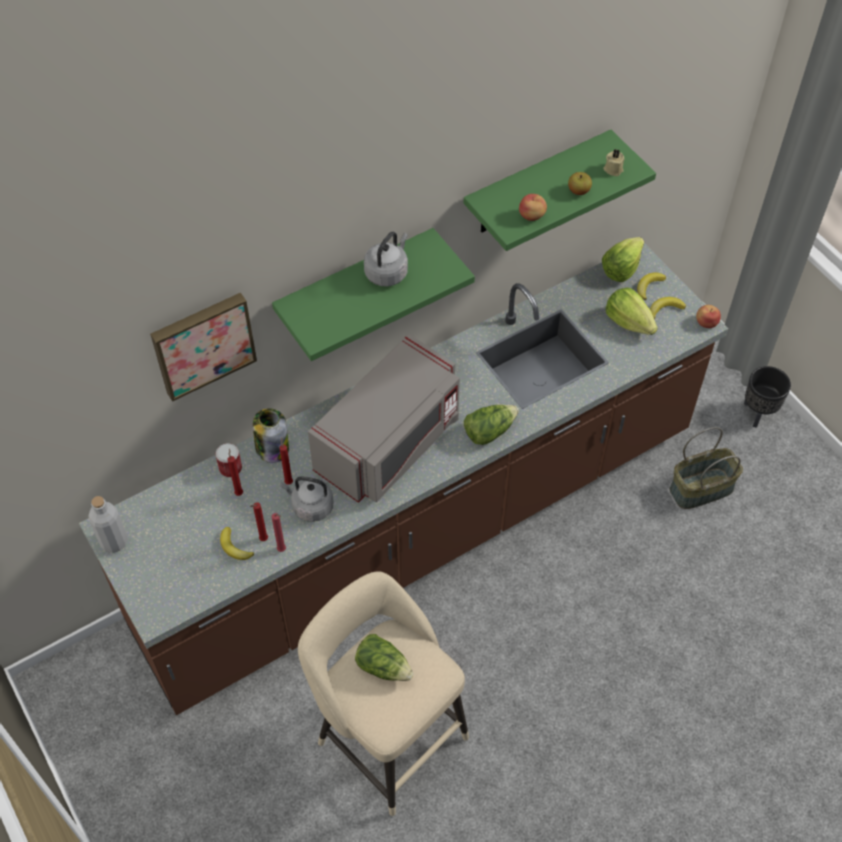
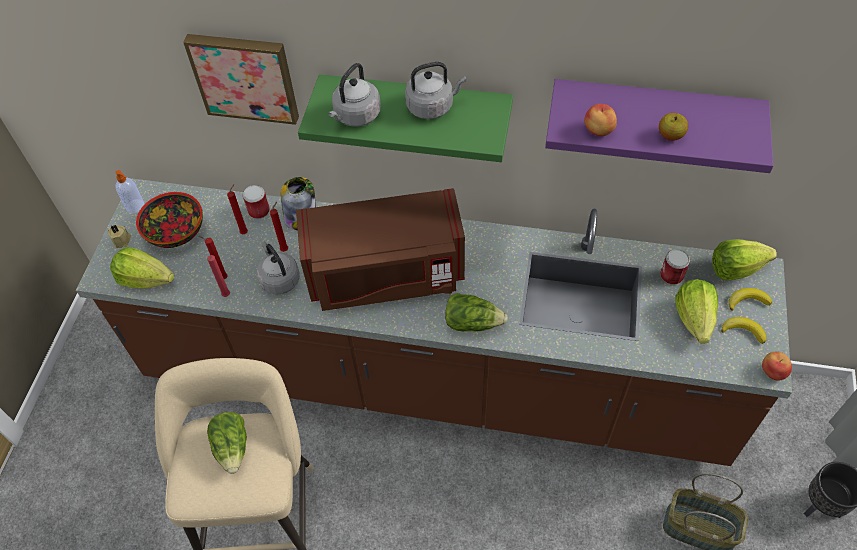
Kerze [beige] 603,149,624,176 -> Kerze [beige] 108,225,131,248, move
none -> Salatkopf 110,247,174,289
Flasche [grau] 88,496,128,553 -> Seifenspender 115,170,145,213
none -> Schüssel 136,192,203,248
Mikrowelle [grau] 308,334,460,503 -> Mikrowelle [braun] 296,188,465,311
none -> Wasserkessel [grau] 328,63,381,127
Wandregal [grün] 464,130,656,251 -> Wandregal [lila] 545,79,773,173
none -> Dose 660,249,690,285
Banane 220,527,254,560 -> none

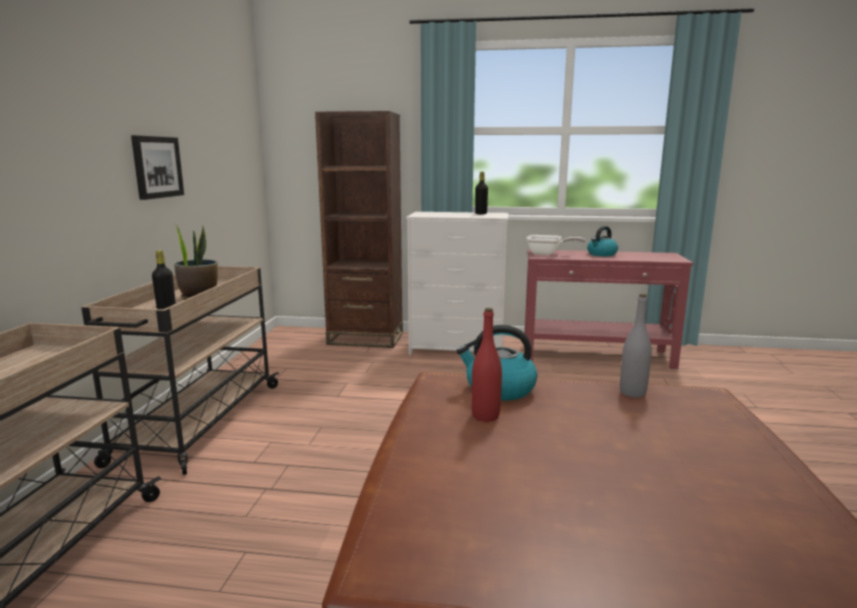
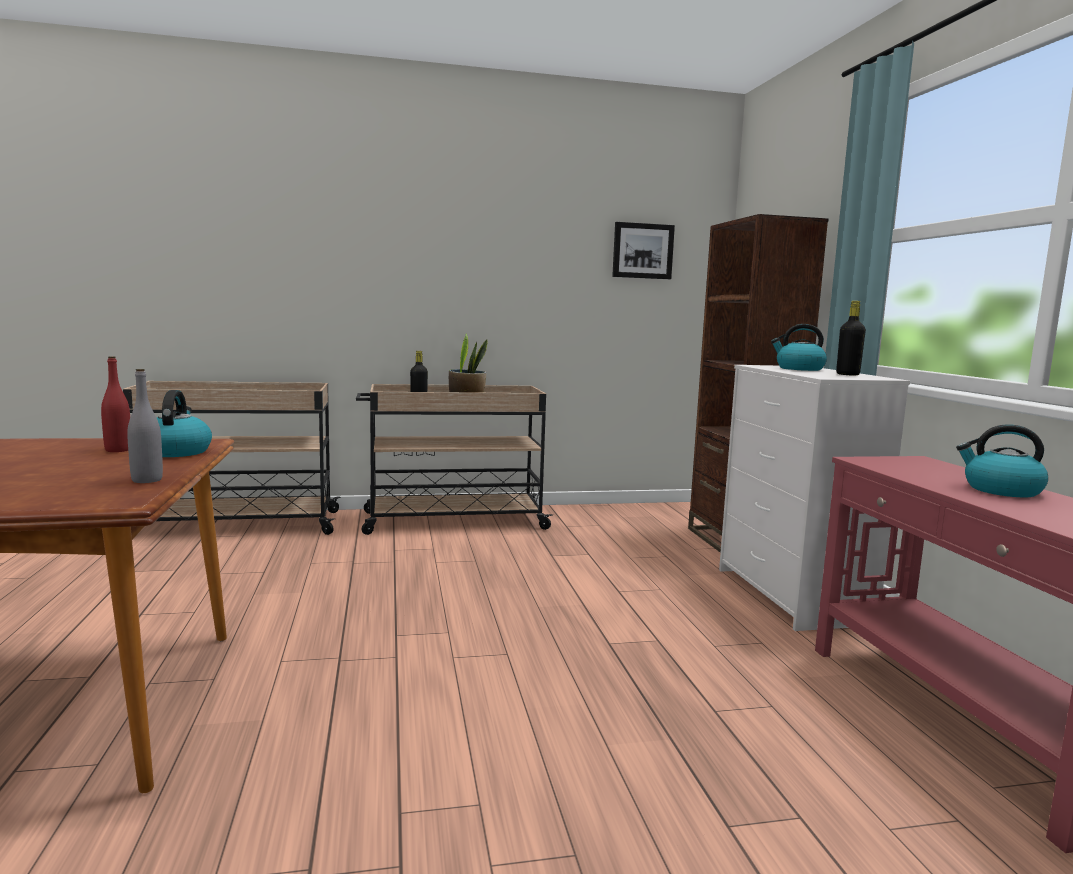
Bild 131,135,184,200 -> Bild 612,222,675,279, move
none -> Wasserkessel 771,324,827,371
Pfanne 527,235,585,255 -> none

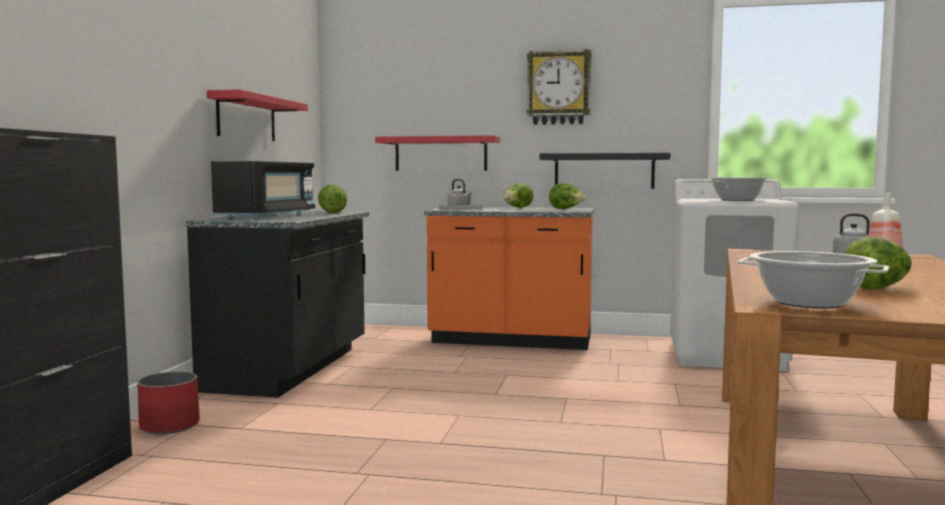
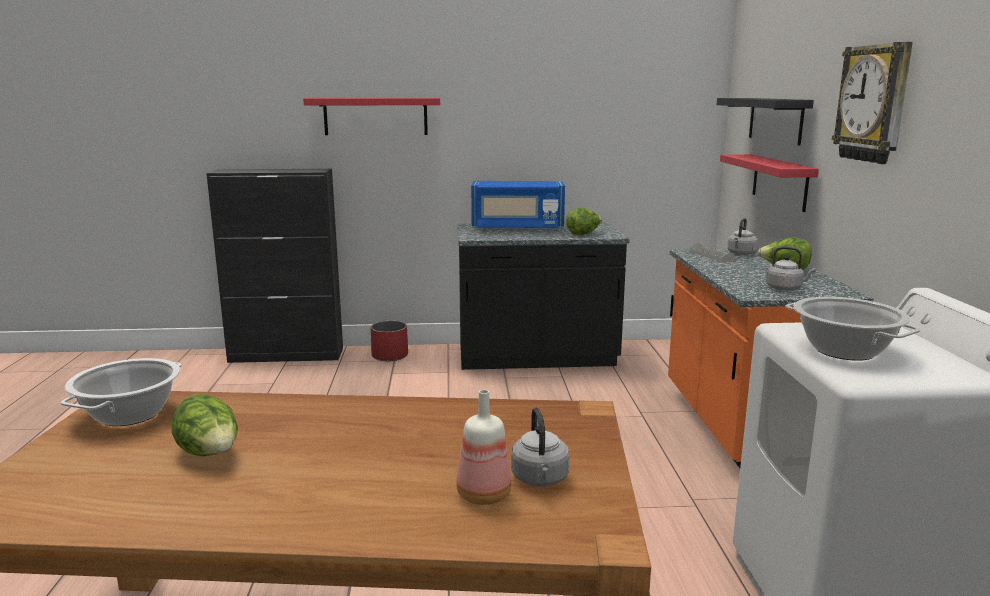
Wandregal [rot] 207,89,308,141 -> Wandregal [rot] 303,98,440,135, move
Mikrowelle [schwarz] 211,161,315,219 -> Mikrowelle [blau] 471,181,565,231
Wandregal [schwarz] 539,153,670,189 -> Wandregal [schwarz] 717,98,814,146, move
Salatkopf 549,183,586,210 -> Wasserkessel [grau] 766,246,816,291

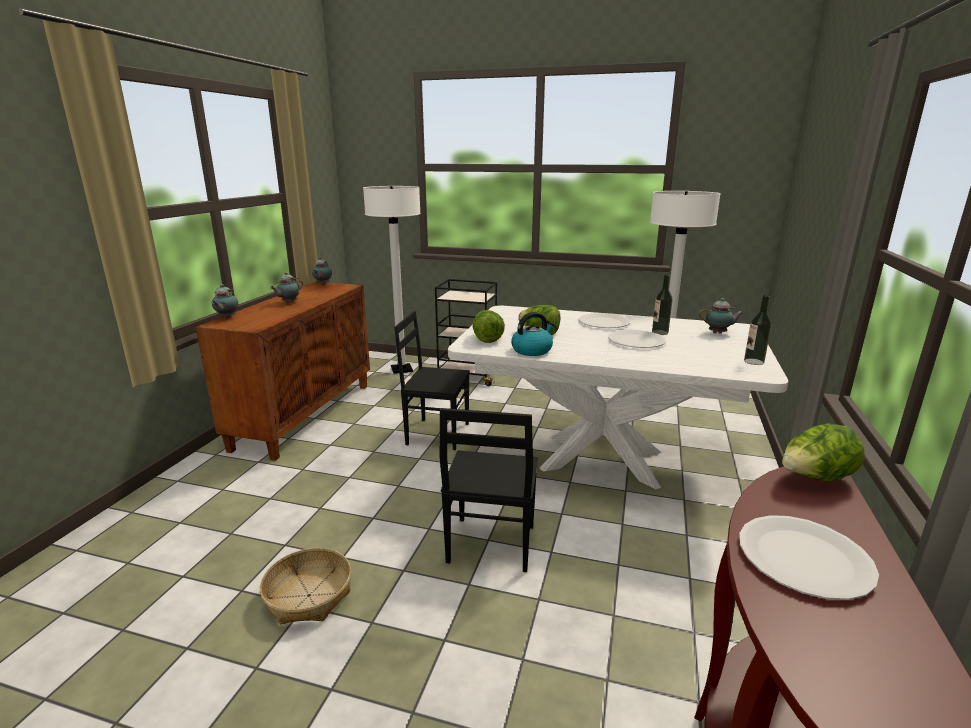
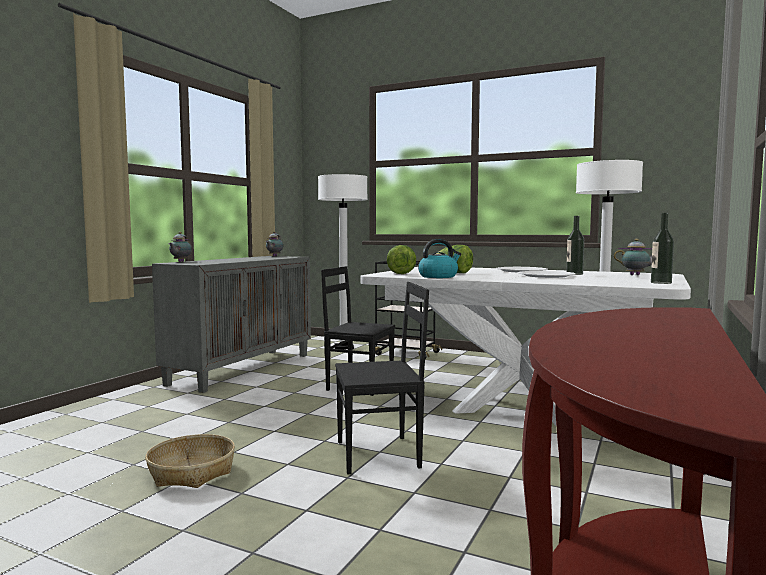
Schrank [braun] 196,282,370,461 -> Schrank [grau] 152,256,311,393
Stuhl [schwarz] 440,408,538,572 -> Stuhl [schwarz] 335,282,429,474, 120 degrees counterclockwise
Teekanne 270,272,303,303 -> none
Teller [weiß] 739,515,879,600 -> none
Salatkopf 782,423,864,481 -> none

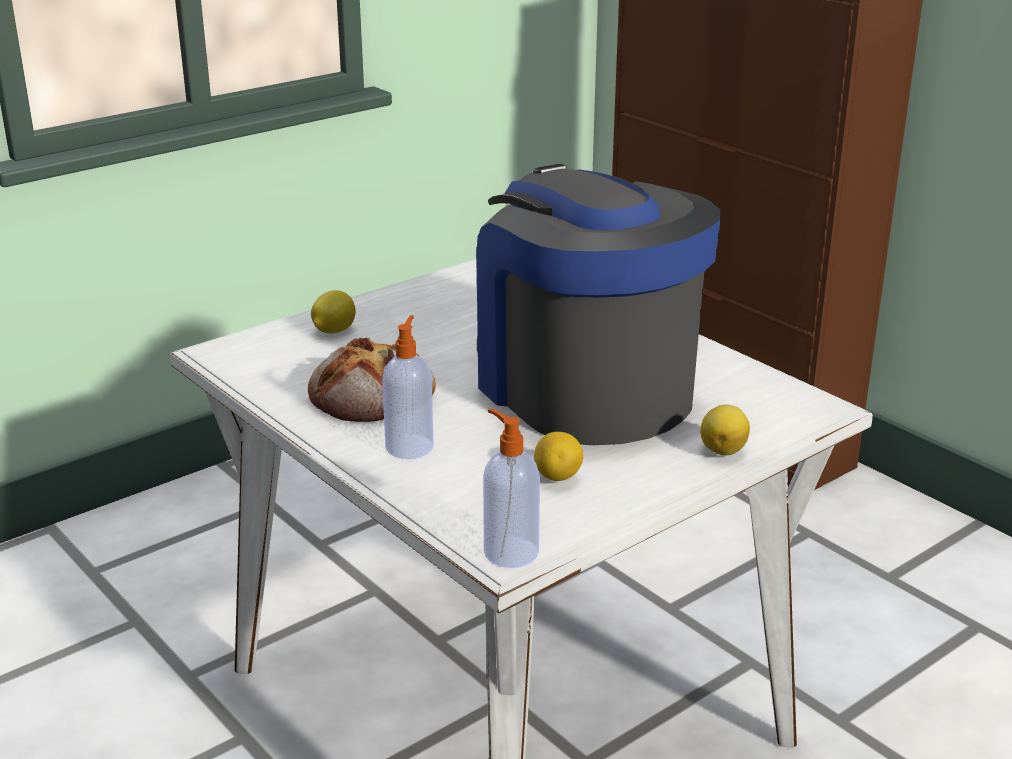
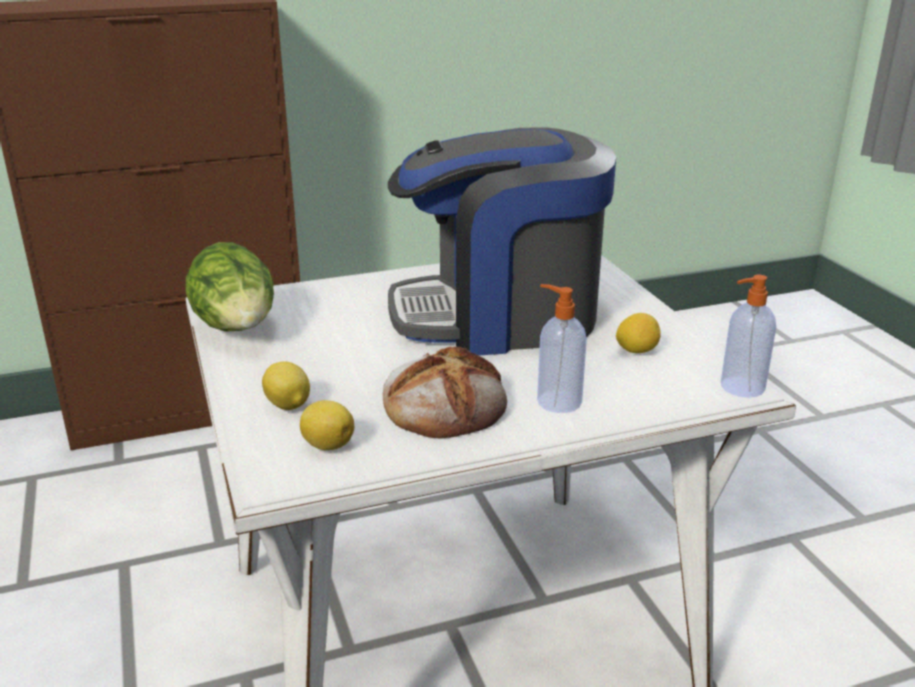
none -> Salatkopf 186,242,274,332
Zitrone 700,404,750,455 -> Zitrone 300,400,354,450, move

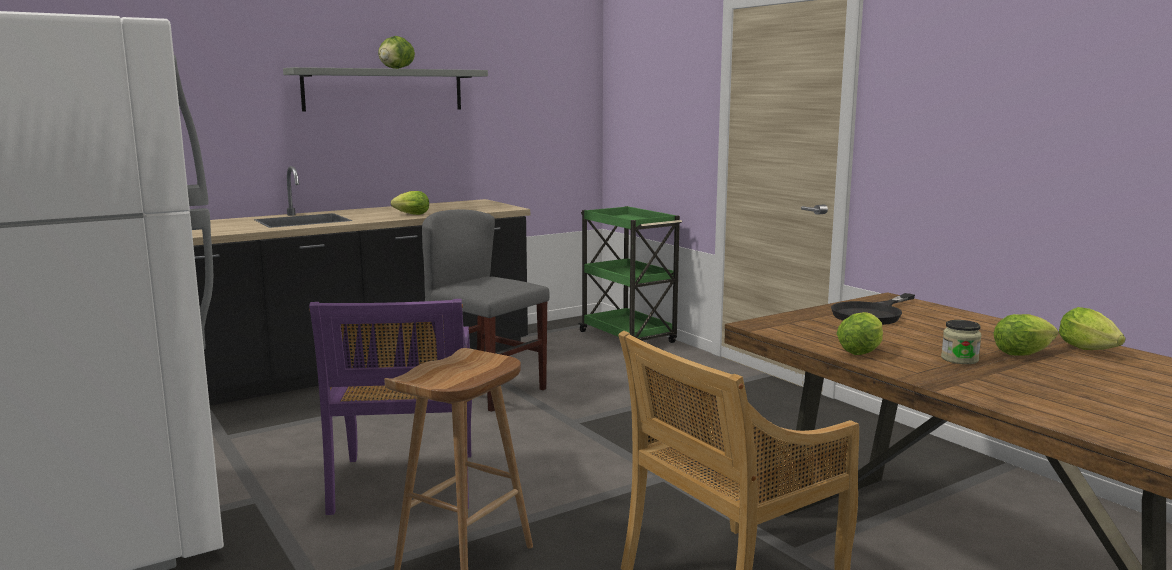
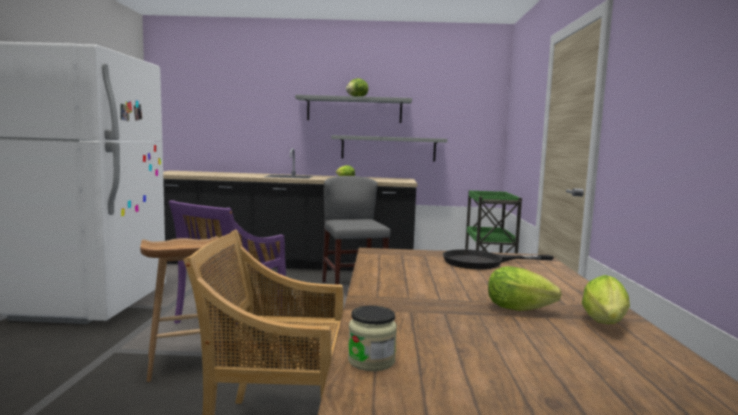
none -> Wandregal [grau] 331,135,447,162
Vorratsglas 941,320,982,364 -> Vorratsglas 348,305,397,371, move
Salatkopf 837,312,883,355 -> none

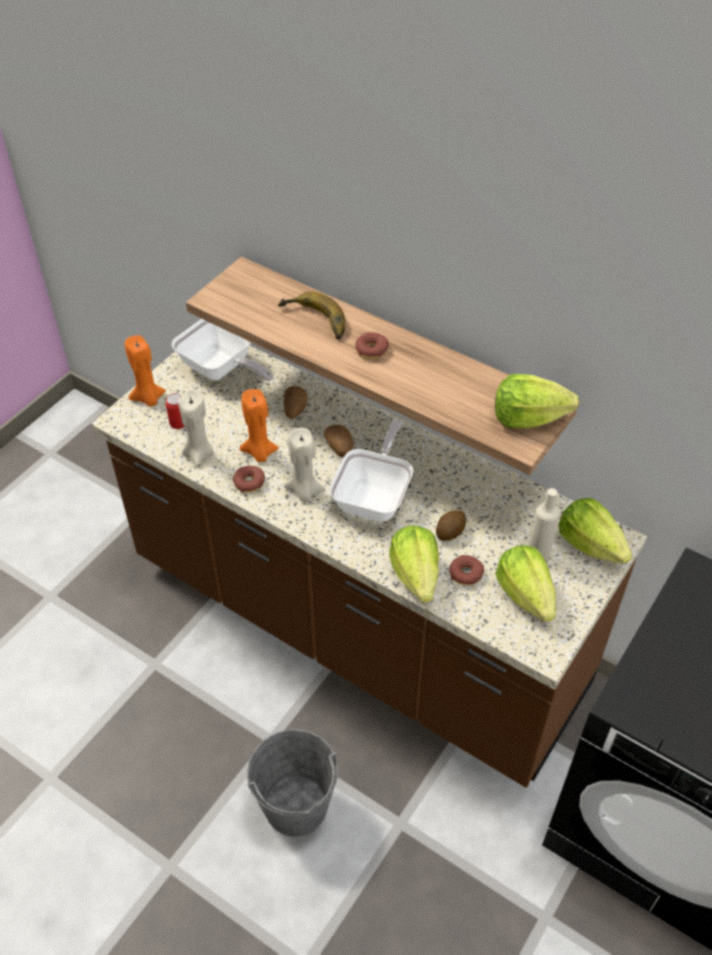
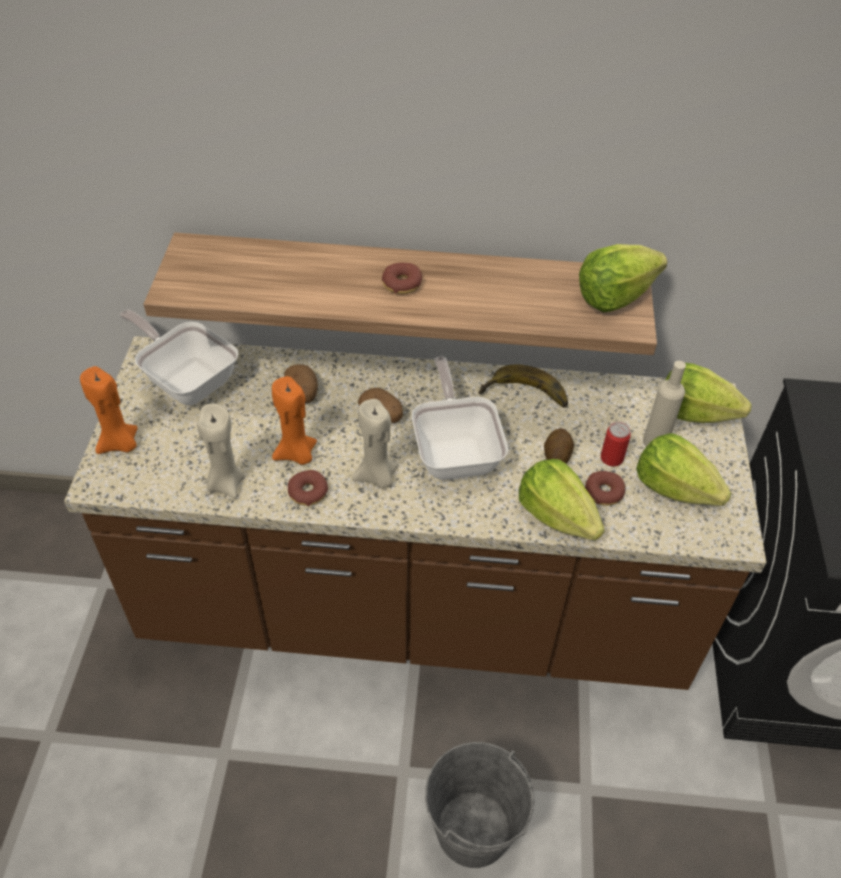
Pfanne 172,319,273,381 -> Pfanne 120,310,238,405, 150 degrees counterclockwise
Banane 278,292,345,339 -> Banane 479,364,568,408, move
Dose 166,393,185,429 -> Dose 601,422,631,467, move

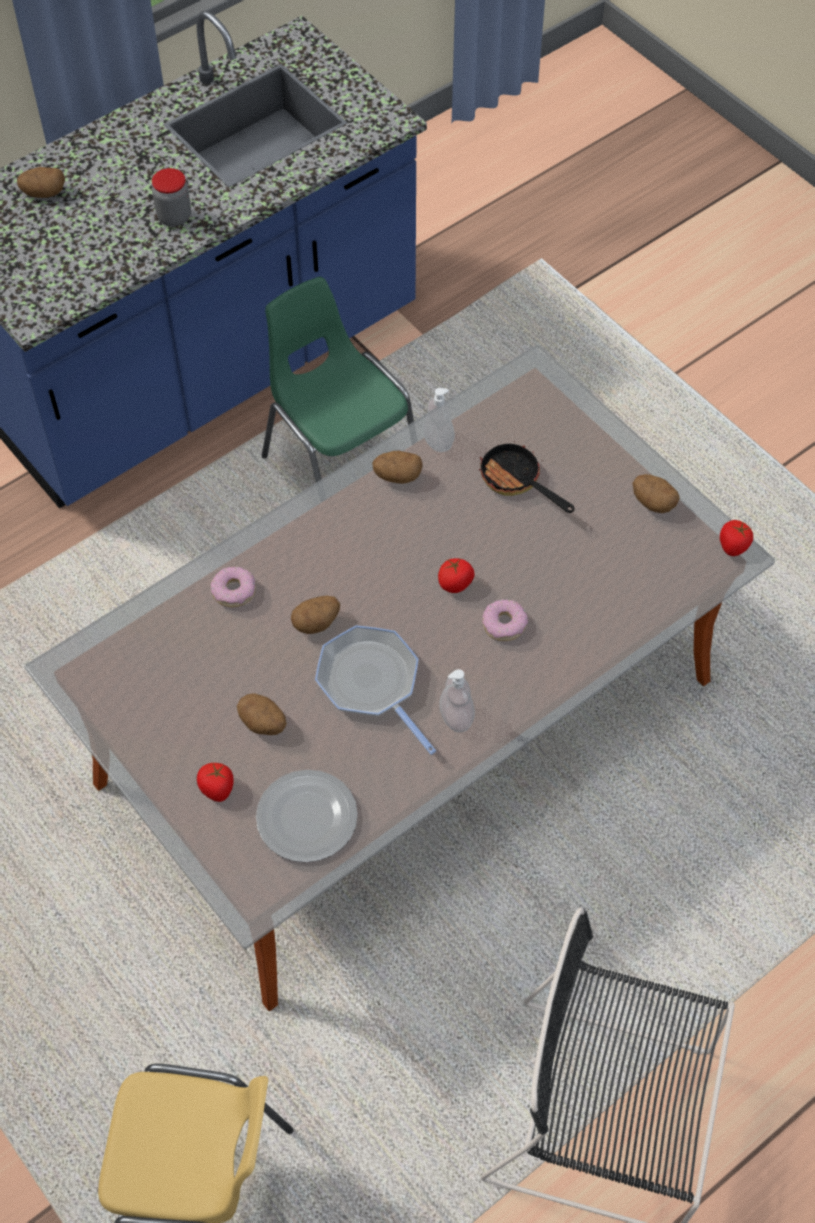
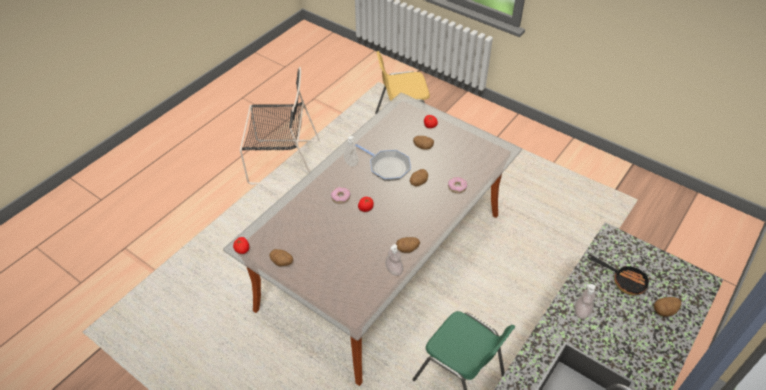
Vorratsglas 152,168,191,227 -> Seifenspender 575,284,596,319
Pfanne 479,441,575,513 -> Pfanne 587,255,650,295, move
Teller 256,770,358,863 -> none

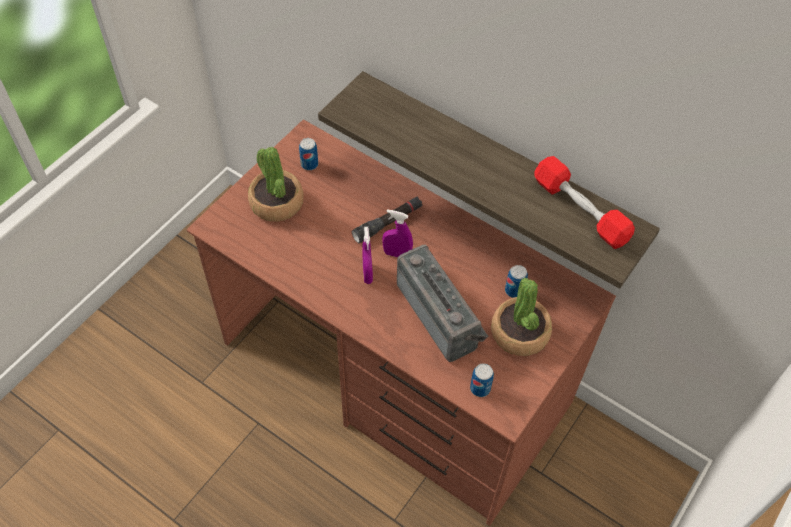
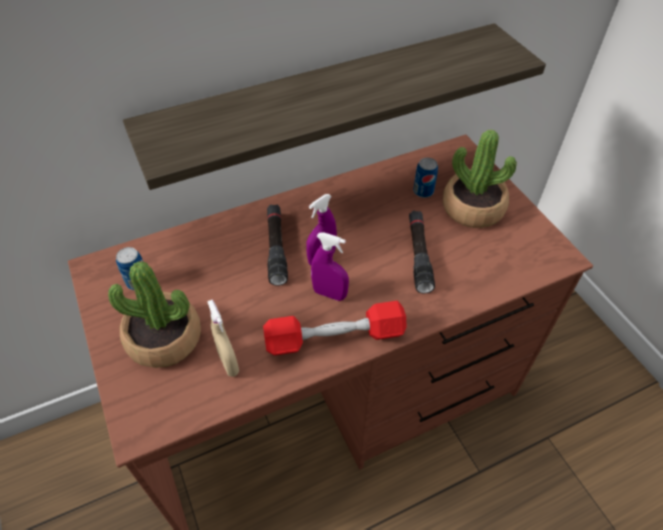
none -> Sprühflasche [beige] 207,299,239,377
Hantel [rot] 534,156,635,249 -> Hantel [rot] 263,301,406,356, move
Radio 397,245,488,362 -> Taschenlampe [schwarz] 409,211,435,293
Dose 470,363,494,397 -> none

